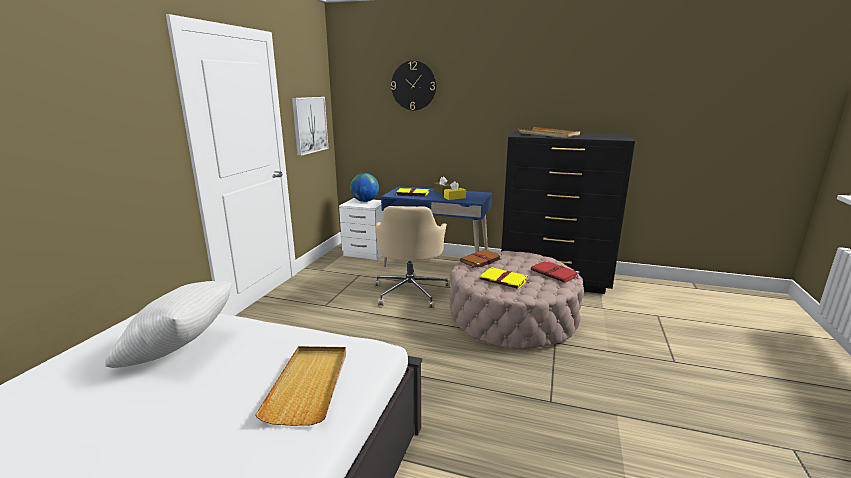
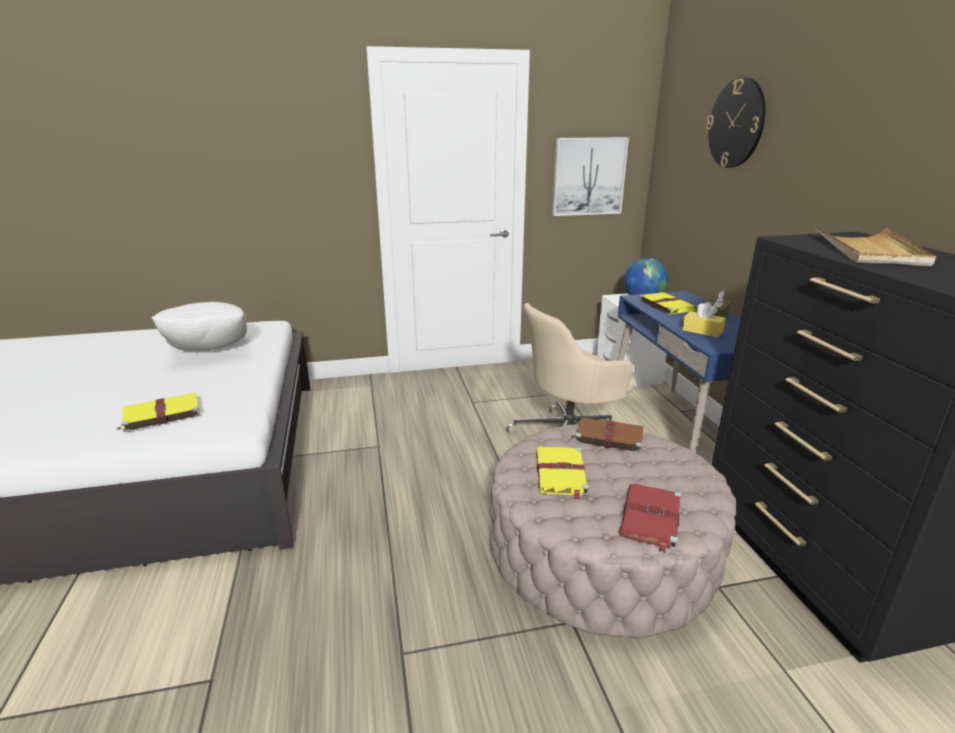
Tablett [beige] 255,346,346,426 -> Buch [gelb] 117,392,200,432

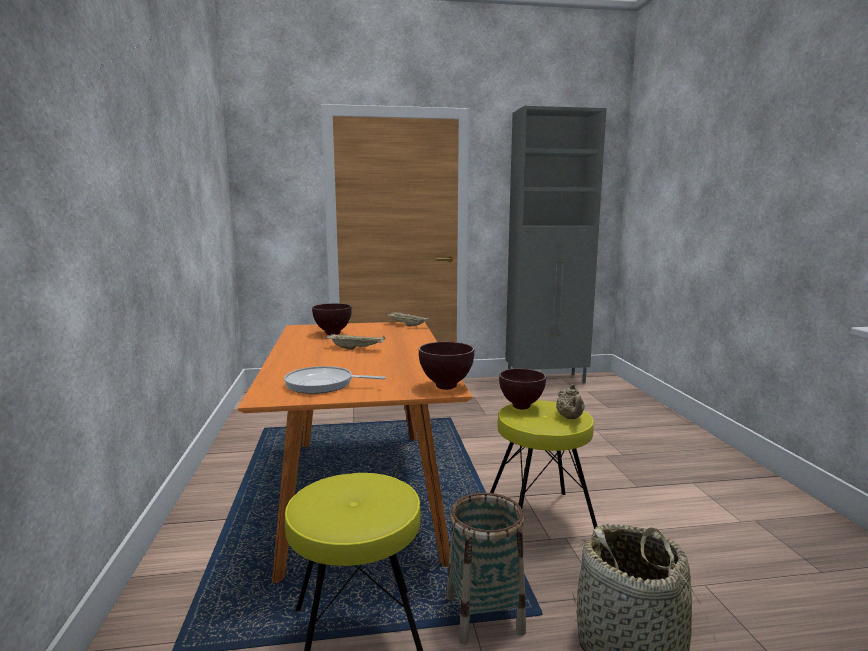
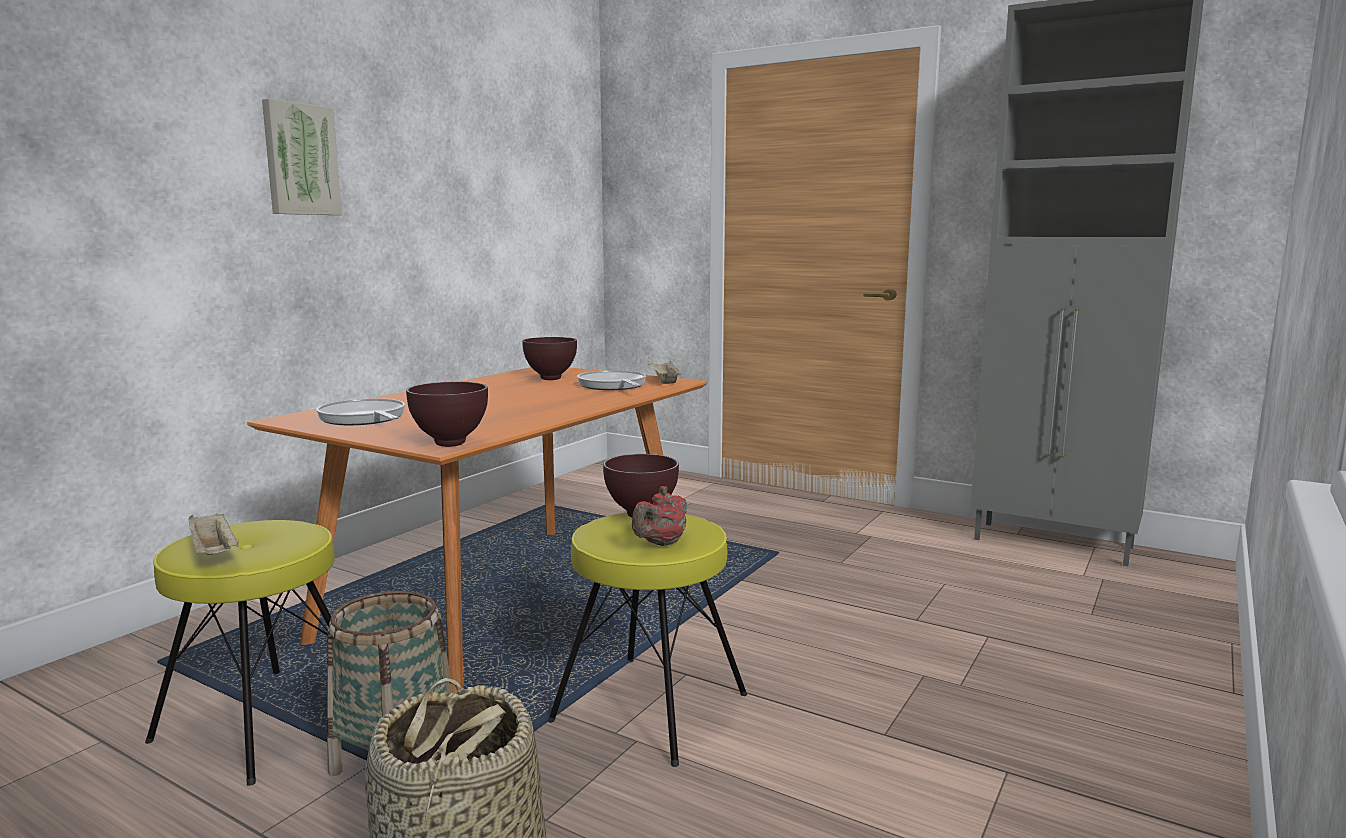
Tablett [beige] 325,334,385,350 -> Tablett [beige] 189,513,239,555, move
none -> Bild 262,99,342,215
none -> Pfanne 577,370,646,390
Teekanne [beige] 556,384,585,419 -> Teekanne [rot] 632,486,687,546

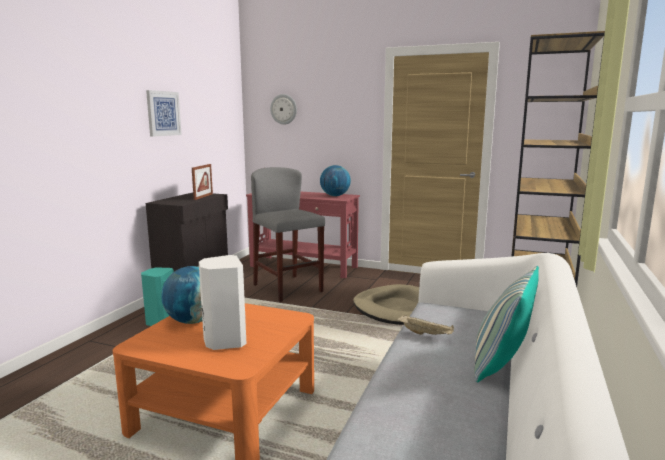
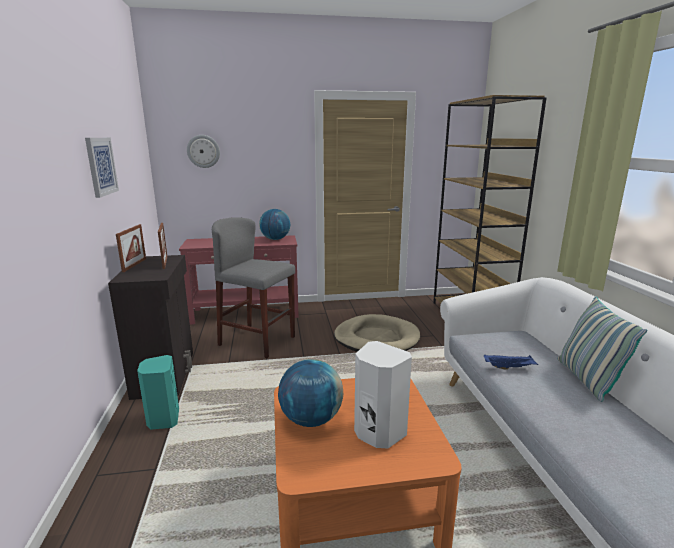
none -> Bilderrahmen 116,224,146,272
Tablett [beige] 397,315,454,335 -> Tablett [blau] 484,355,538,370

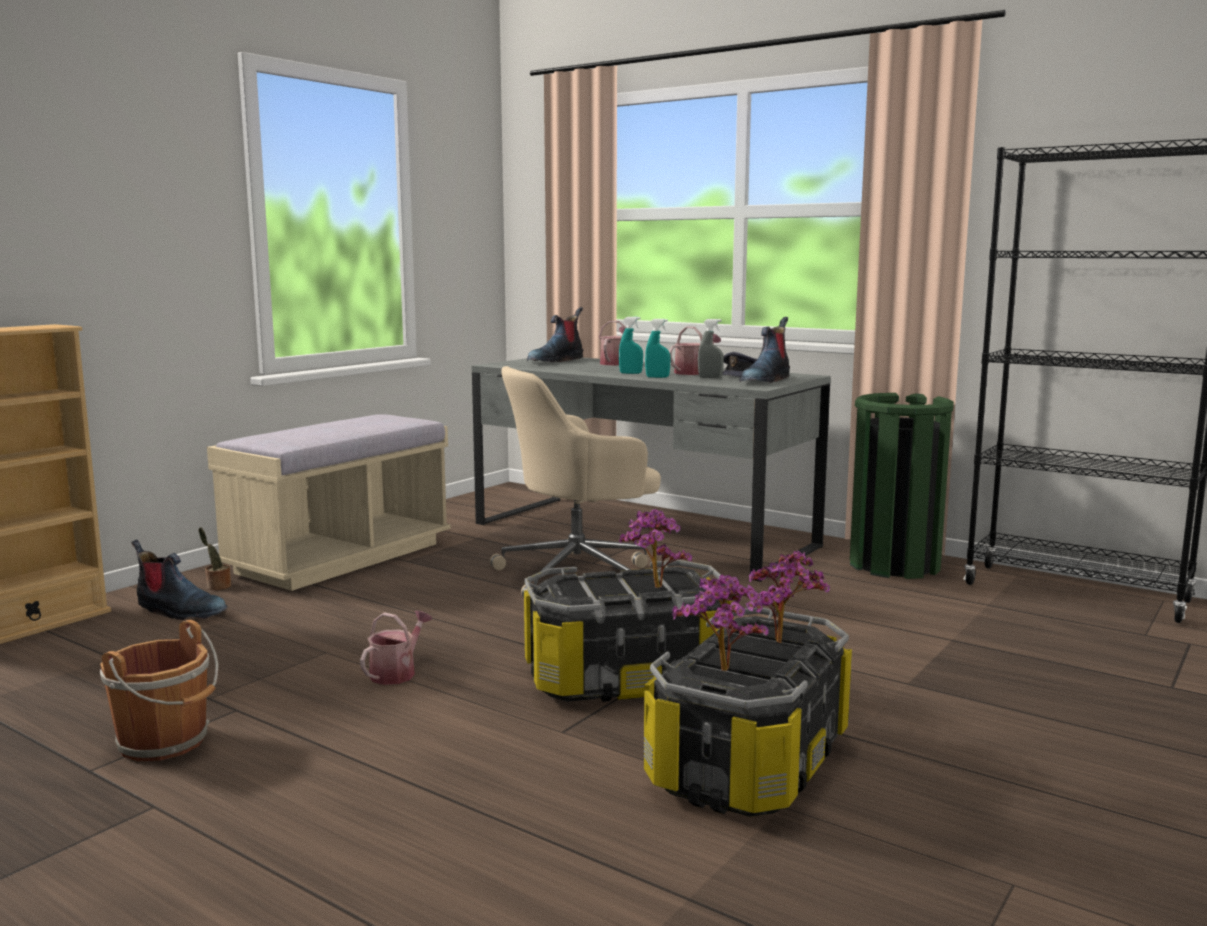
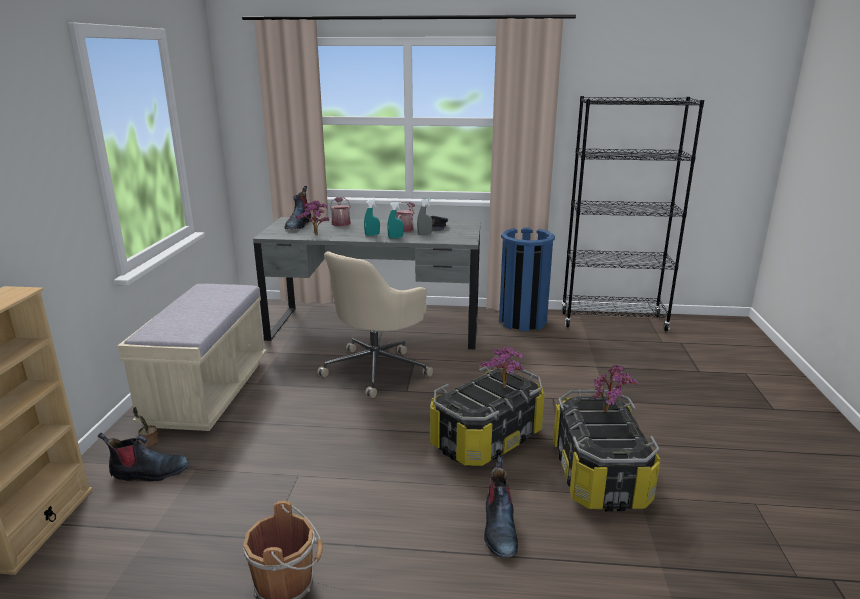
Topfpflanze 672,575,769,671 -> Topfpflanze 295,200,330,235, move
Stiefel 739,317,790,383 -> Stiefel 484,455,518,558, move
Mülleimer [grün] 850,393,954,579 -> Mülleimer [blau] 499,227,555,331
Gießkanne 360,611,432,685 -> none

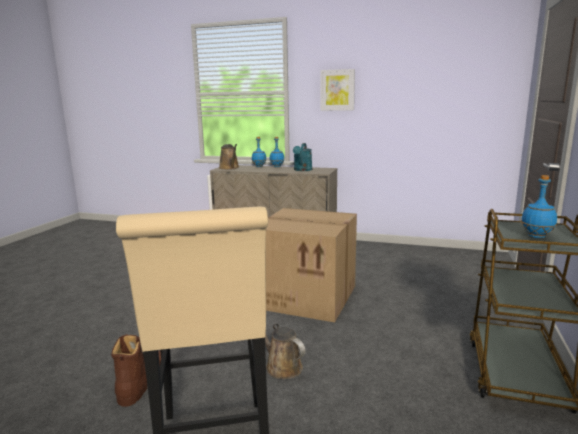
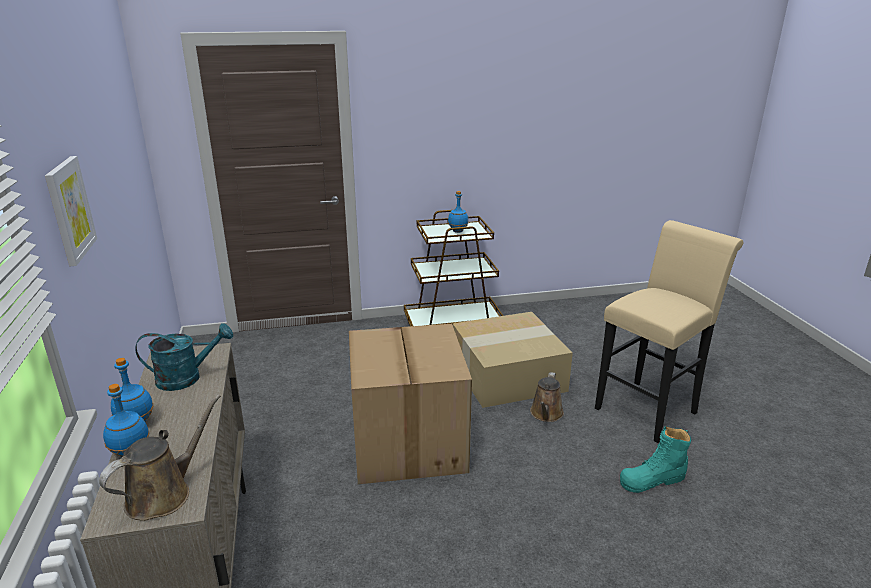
none -> Karton 452,312,573,408
Stiefel [braun] 111,334,161,407 -> Stiefel [türkis] 620,426,691,493

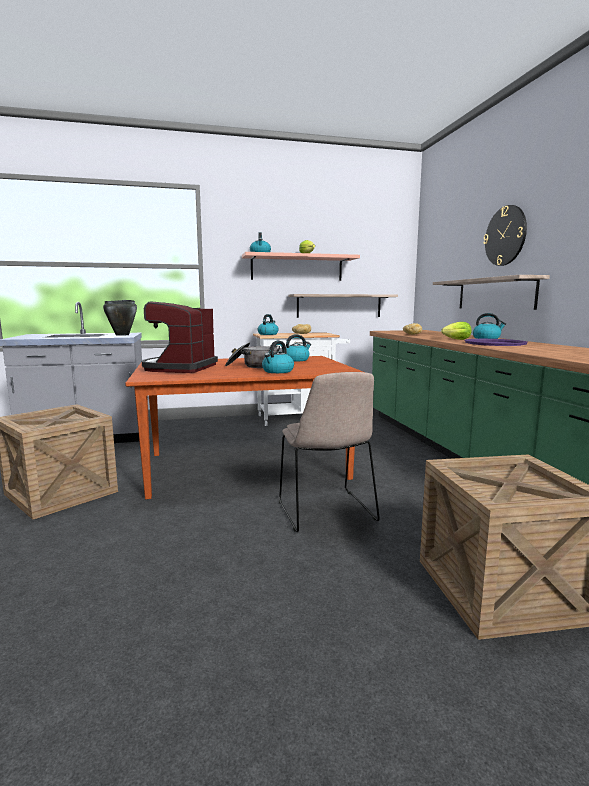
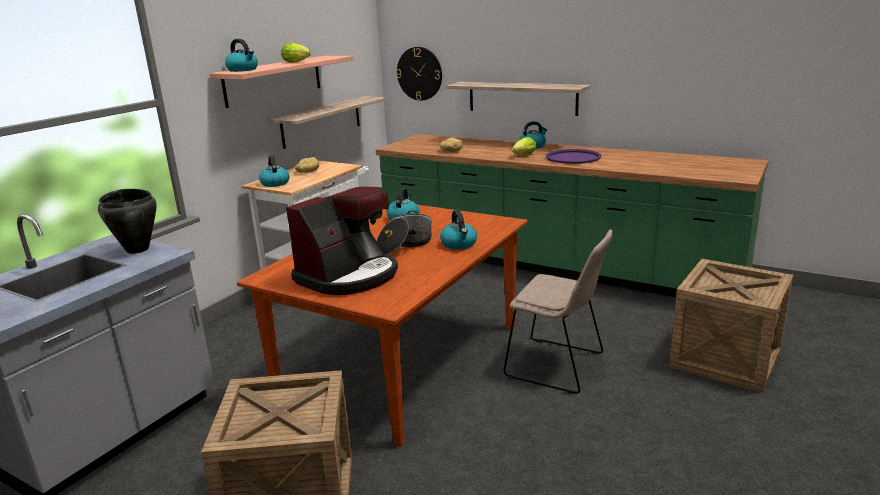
Kaffeemaschine 142,302,218,373 -> Kaffeemaschine 286,187,398,295, 105 degrees counterclockwise
Wanduhr 484,205,527,266 -> Wanduhr 396,47,442,101, move

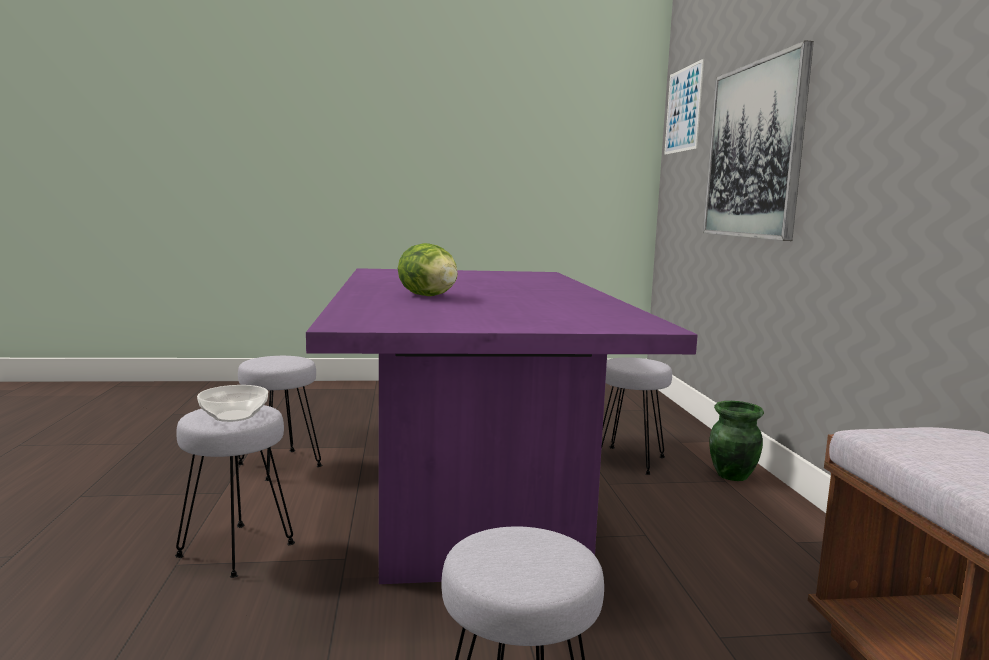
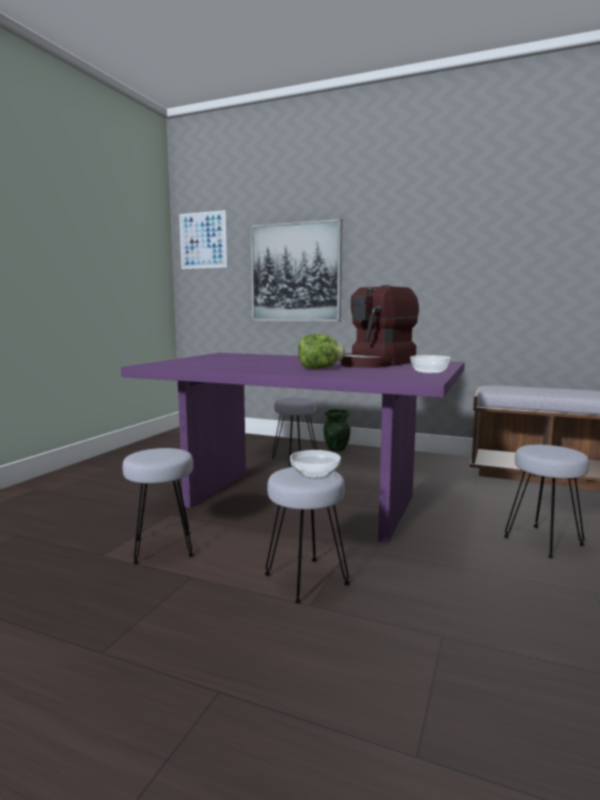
none -> Kaffeemaschine 340,285,419,368
none -> Schüssel 410,355,451,374

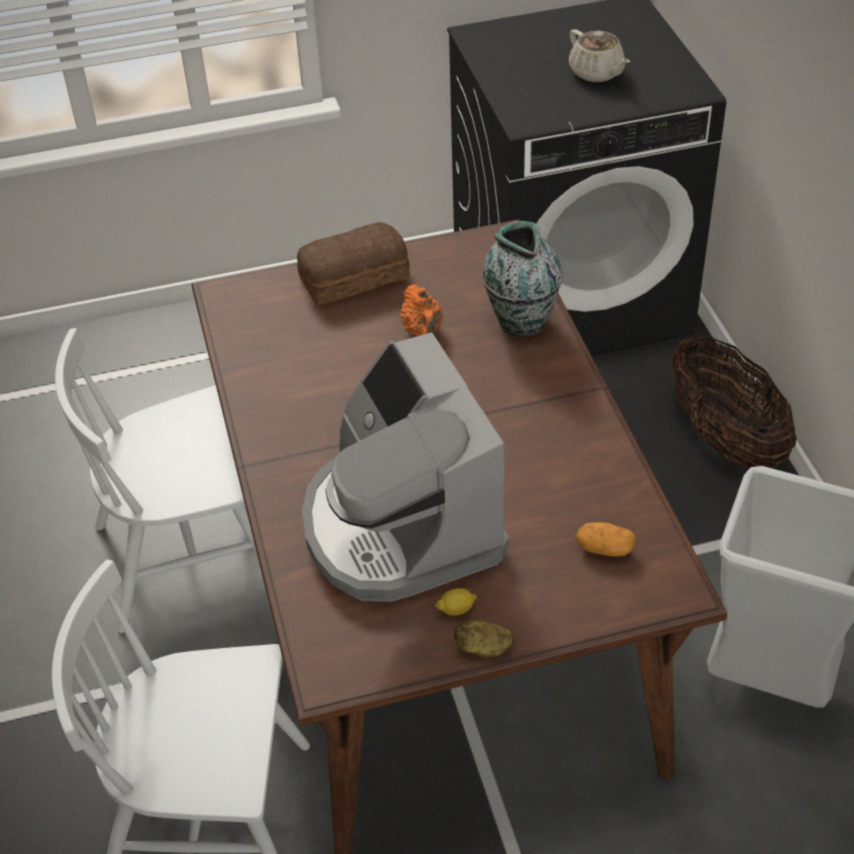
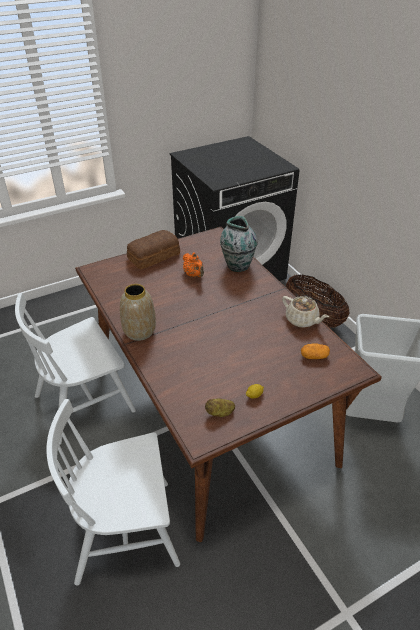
none -> Vase 120,284,156,341
Kartoffel 454,620,515,657 -> Kartoffel 205,398,235,417, move
Teekanne [beige] 569,29,630,82 -> Teekanne [beige] 282,296,329,328, move
Kaffeemaschine 302,332,509,602 -> none

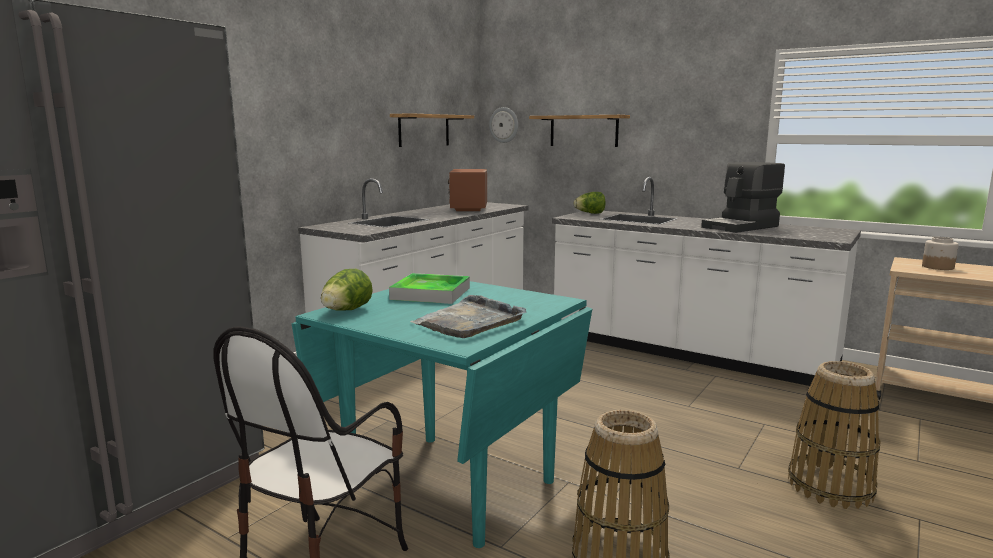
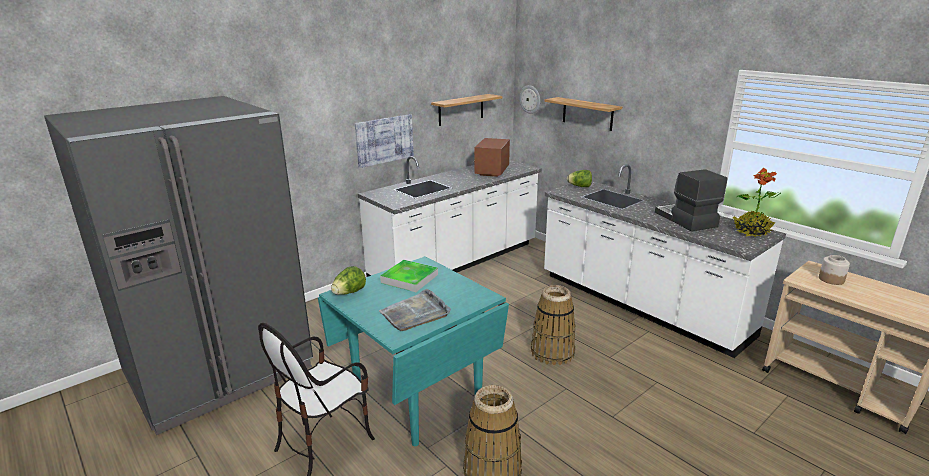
none -> Bild 355,114,414,168
Korb 788,361,881,509 -> Korb 531,285,575,365, move
Kaffeemaschine 701,162,785,233 -> Kaffeemaschine 655,169,727,231, 90 degrees clockwise
none -> Topfpflanze 733,167,781,237

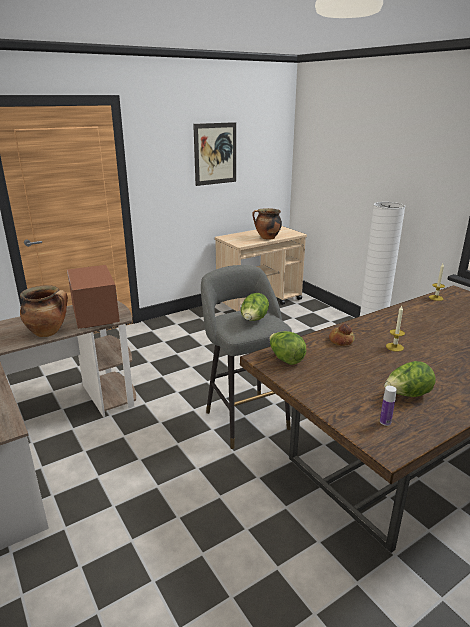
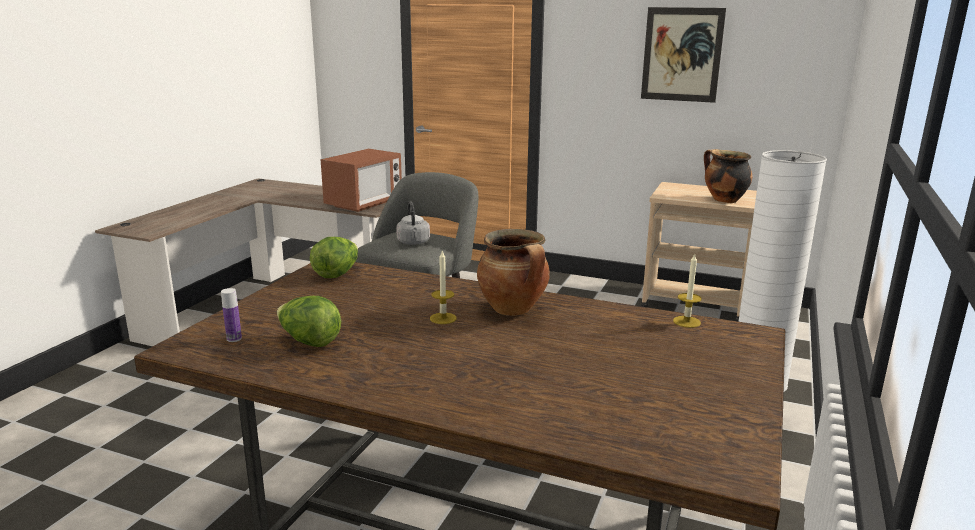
Salatkopf 241,293,269,321 -> Wasserkessel [grau] 396,201,430,245
Kochtopf 20,285,68,337 -> Kochtopf 477,229,550,316, move
Brot 329,323,355,346 -> none

